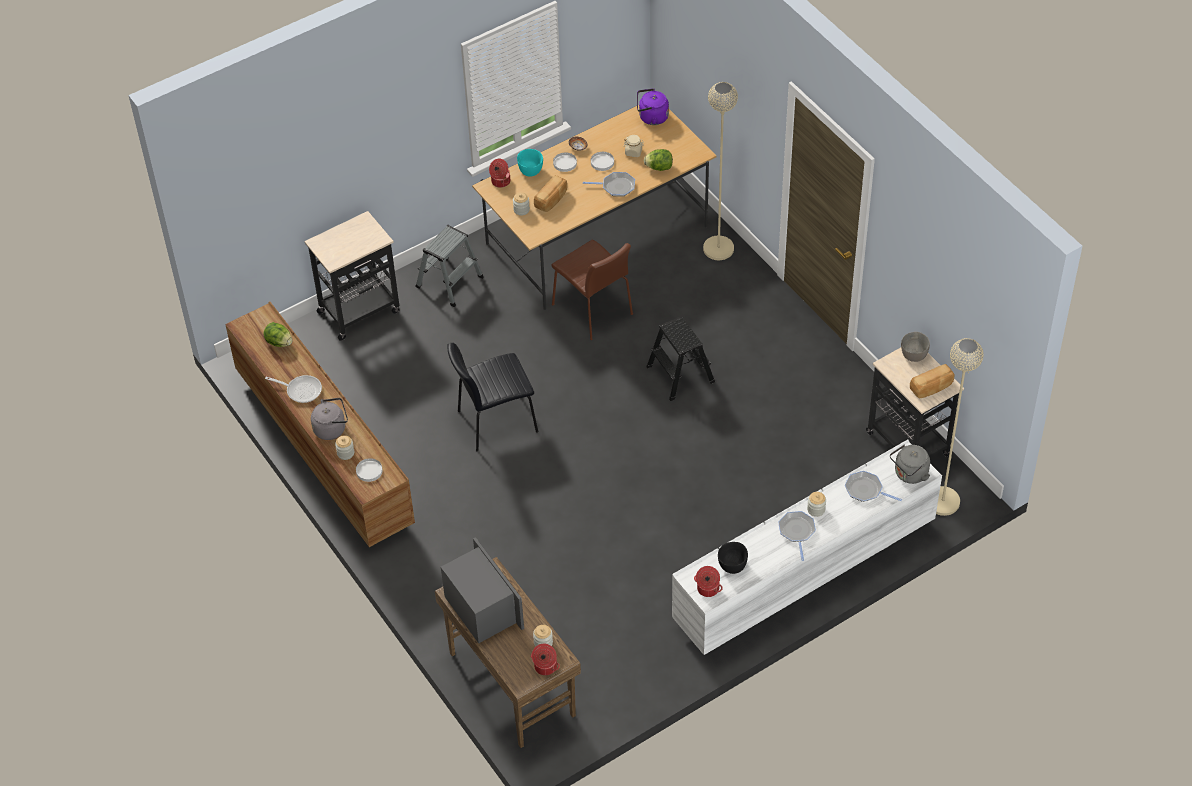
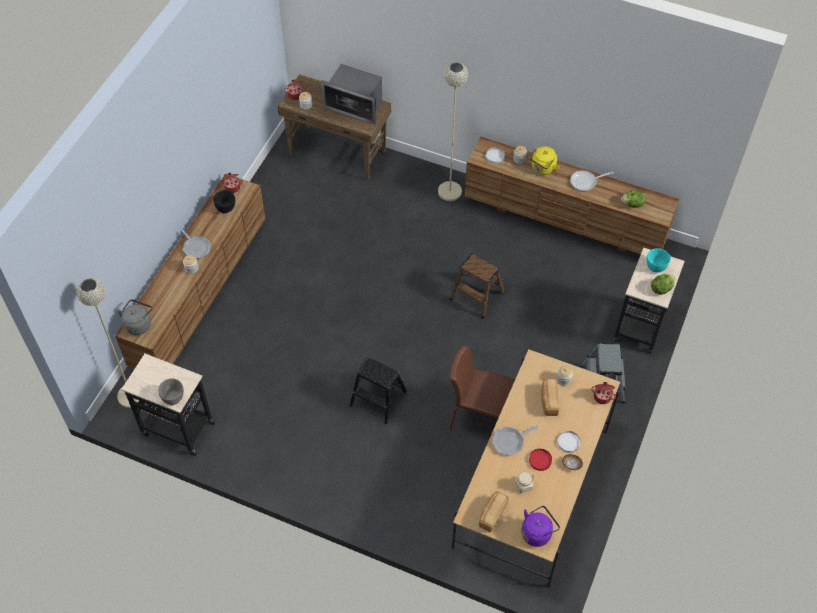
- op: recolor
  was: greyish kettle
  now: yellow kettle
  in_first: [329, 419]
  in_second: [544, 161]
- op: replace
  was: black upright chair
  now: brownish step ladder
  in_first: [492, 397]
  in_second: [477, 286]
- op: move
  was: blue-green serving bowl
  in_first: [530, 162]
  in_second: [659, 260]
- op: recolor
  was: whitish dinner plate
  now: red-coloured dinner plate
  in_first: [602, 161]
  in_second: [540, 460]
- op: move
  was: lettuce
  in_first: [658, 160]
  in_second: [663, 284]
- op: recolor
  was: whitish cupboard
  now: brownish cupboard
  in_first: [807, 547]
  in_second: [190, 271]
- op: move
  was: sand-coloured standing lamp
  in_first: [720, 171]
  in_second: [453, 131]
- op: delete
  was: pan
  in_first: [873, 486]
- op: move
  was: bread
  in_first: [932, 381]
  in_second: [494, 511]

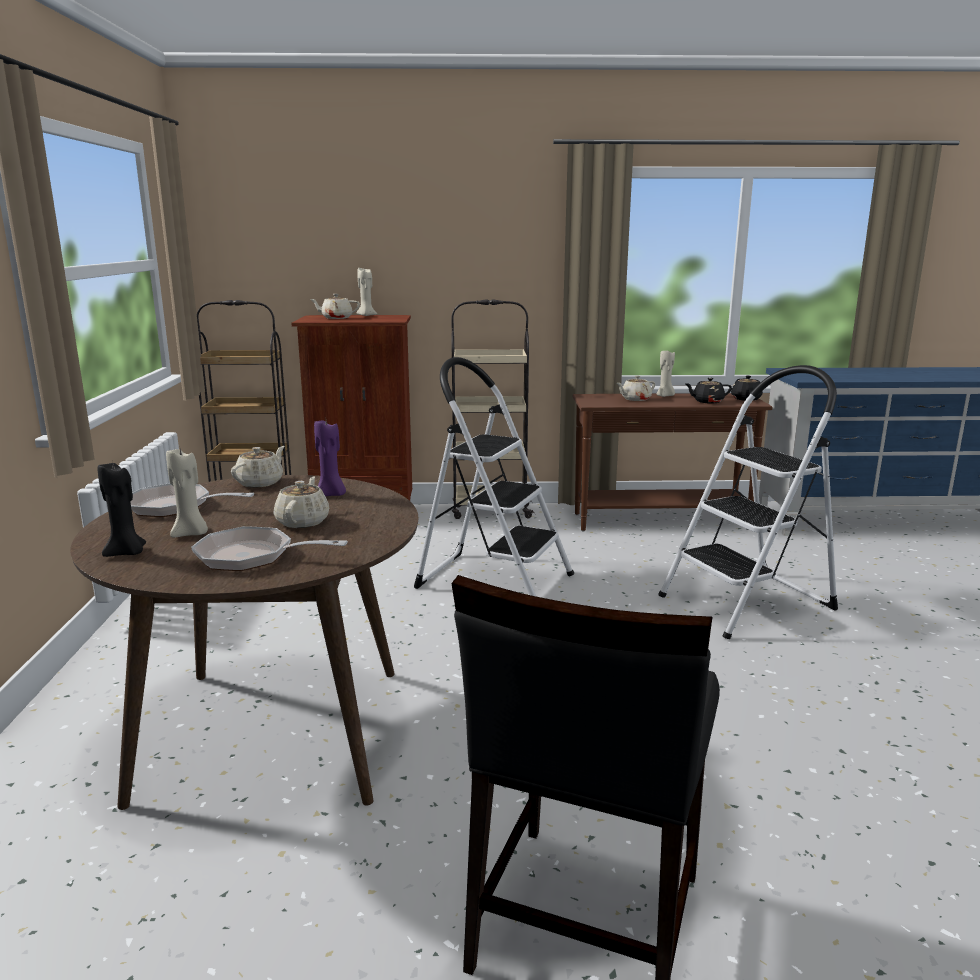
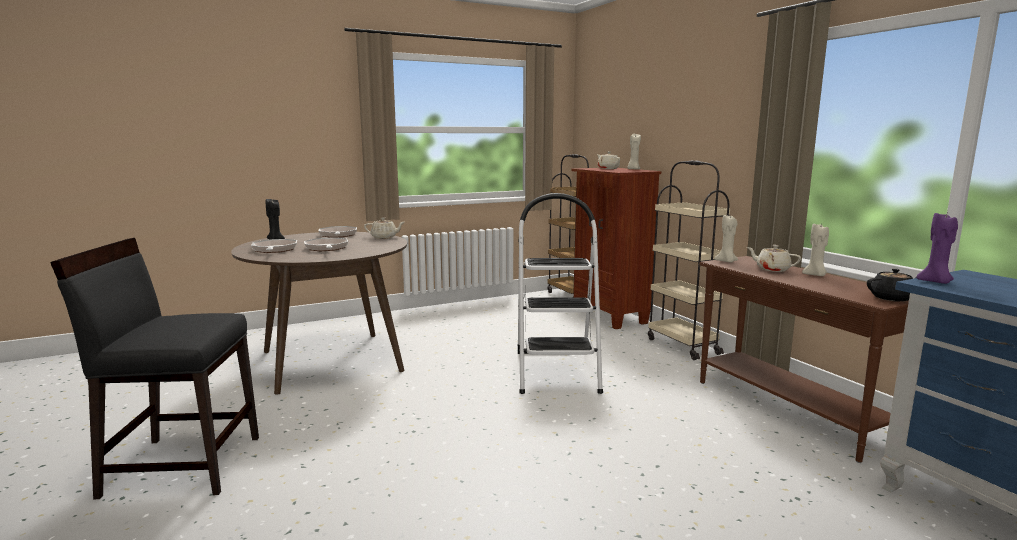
- op: move
  was: sand-coloured wax candle
  in_first: [187, 493]
  in_second: [726, 239]
- op: replace
  was: sand-coloured tea pot
  now: pan
  in_first: [301, 502]
  in_second: [326, 244]
- op: move
  was: purple-coloured wax candle
  in_first: [330, 458]
  in_second: [937, 247]
- op: delete
  was: step ladder
  in_first: [748, 502]
- op: delete
  was: black tea pot
  in_first: [708, 391]

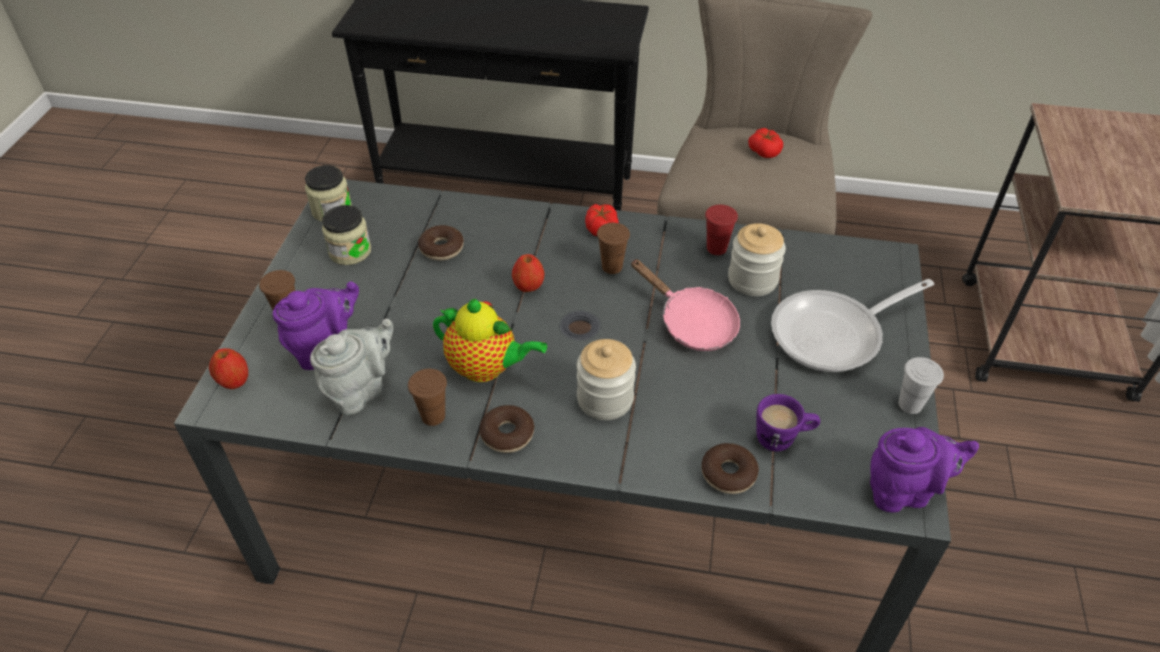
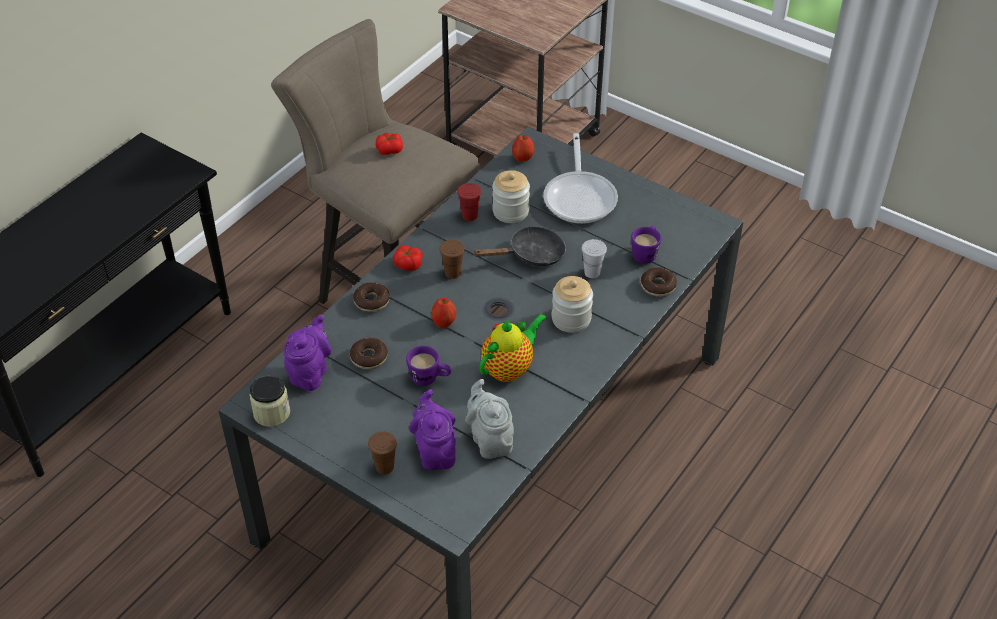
- op: move
  was: whole apple
  in_first: [228, 368]
  in_second: [523, 148]
- op: delete
  was: storage jar
  in_first: [346, 235]
- op: delete
  was: brownish cup
  in_first: [427, 397]
- op: move
  was: donut
  in_first: [506, 429]
  in_second: [371, 297]
- op: recolor
  was: pink-coloured pan
  now: black pan
  in_first: [685, 305]
  in_second: [520, 246]
- op: move
  was: purple-coloured tea pot
  in_first: [924, 470]
  in_second: [307, 353]
- op: move
  was: whitish cup
  in_first: [921, 385]
  in_second: [594, 259]
- op: insert
  now: purple-coloured coffee mug
  in_second: [428, 366]

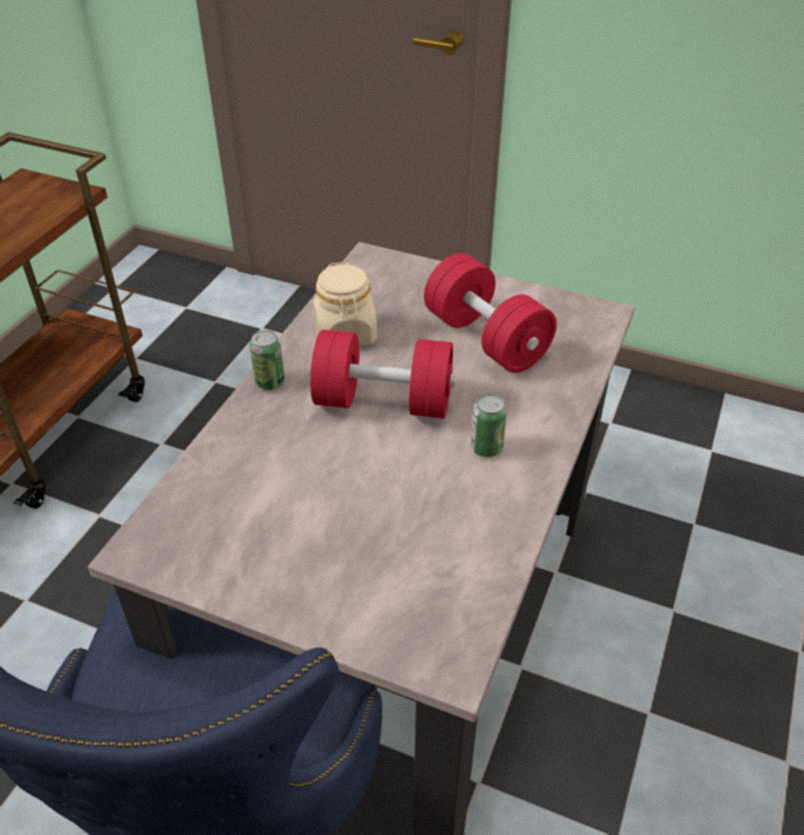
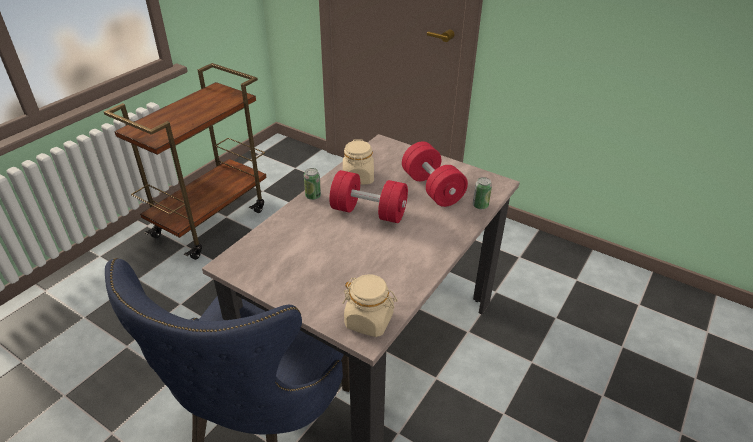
- op: move
  was: sealed can
  in_first: [489, 425]
  in_second: [482, 193]
- op: insert
  now: sand-coloured storage jar
  in_second: [370, 305]

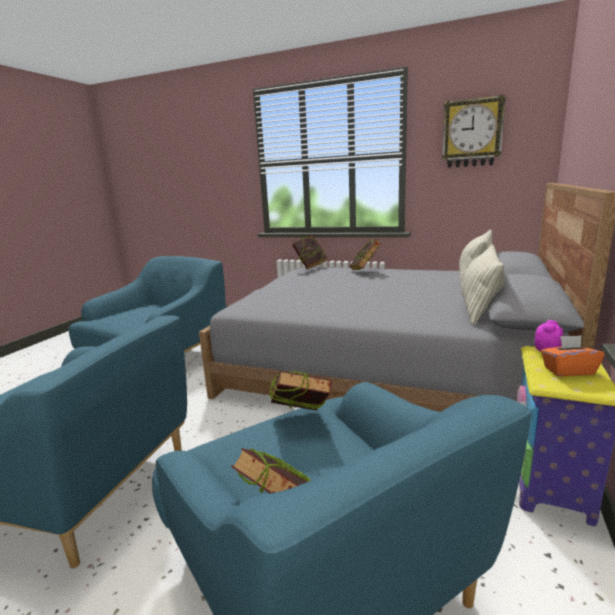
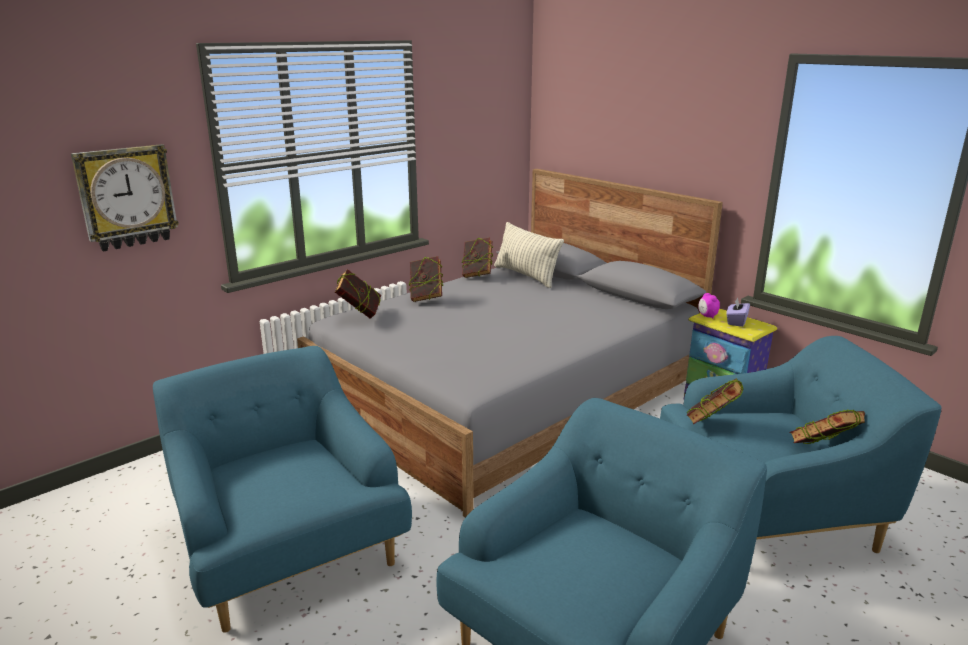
- op: move
  was: hanging clock
  in_first: [474, 131]
  in_second: [125, 198]
- op: delete
  was: cushion
  in_first: [483, 284]
- op: recolor
  was: orangey box of tissues
  now: purple-coloured box of tissues
  in_first: [573, 356]
  in_second: [738, 312]
- op: insert
  now: book
  in_second: [477, 257]

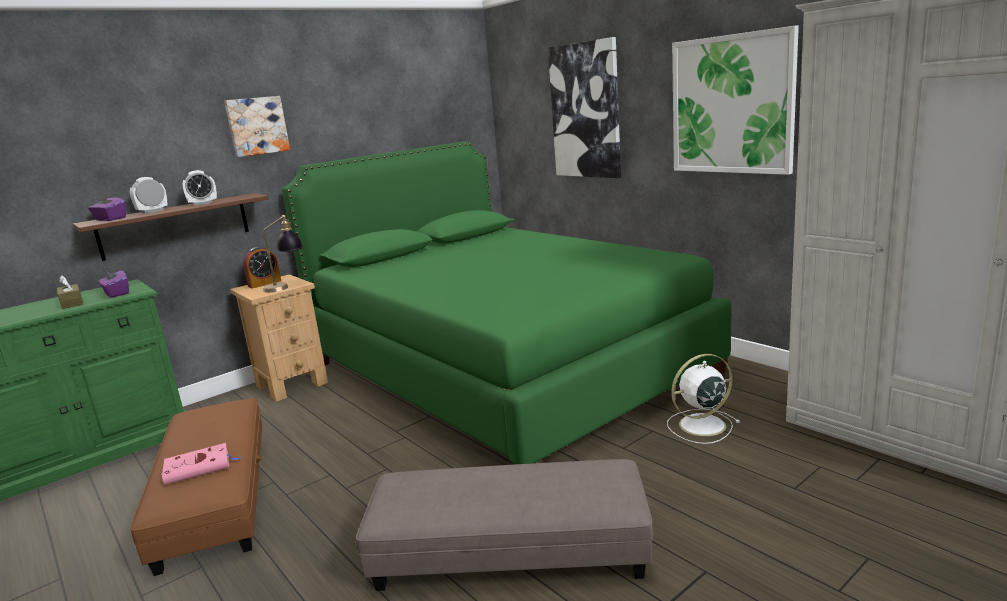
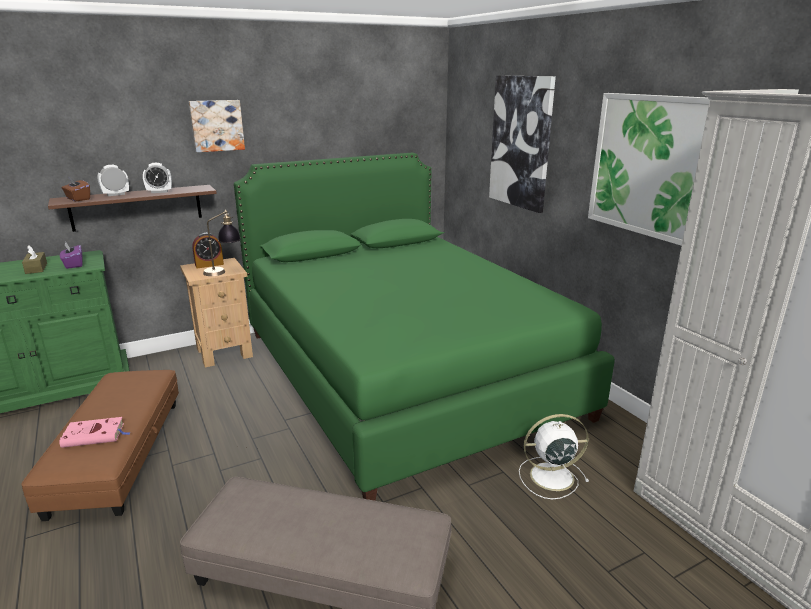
- op: recolor
  was: purple-coloured box of tissues
  now: brownish box of tissues
  in_first: [107, 207]
  in_second: [75, 188]

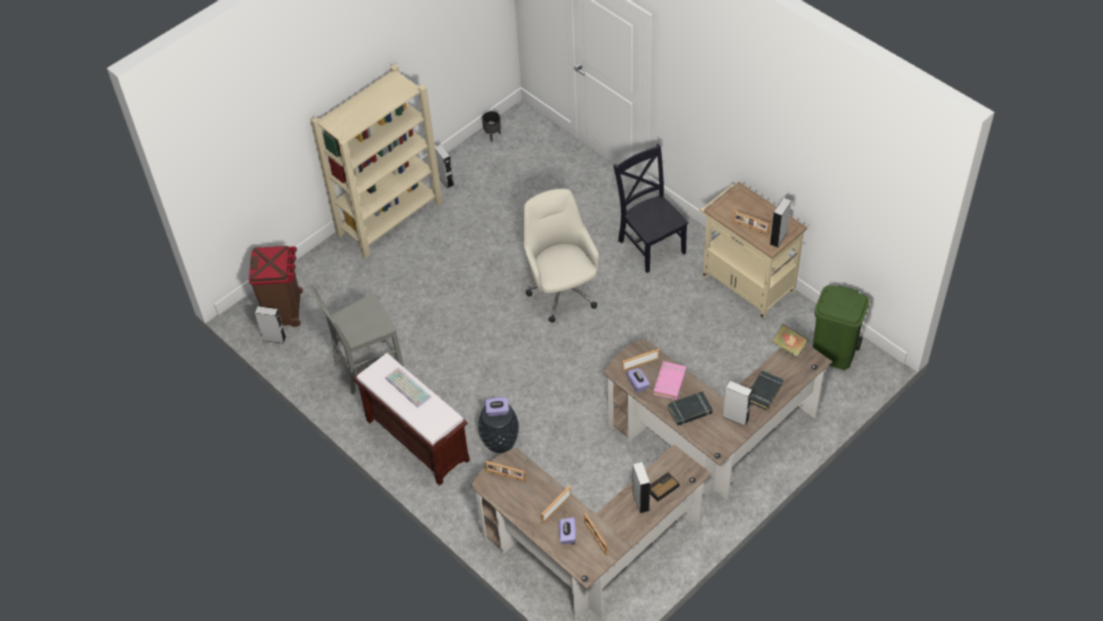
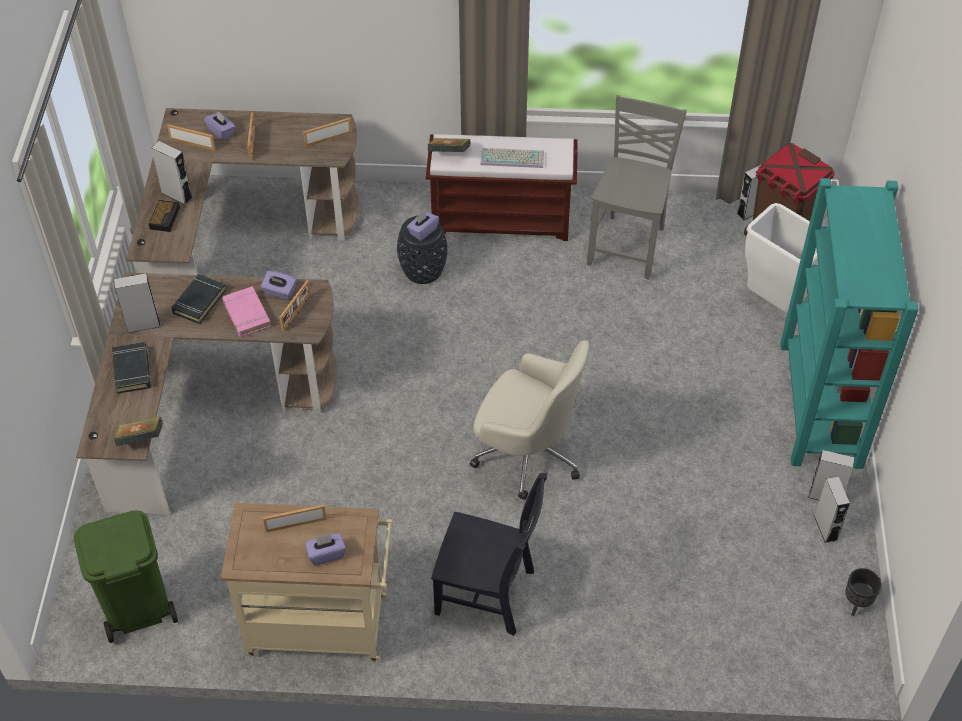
- op: recolor
  was: sand-coloured bookcase
  now: blue-green bookcase
  in_first: [376, 161]
  in_second: [849, 323]
- op: move
  was: greyish loudspeaker
  in_first: [780, 223]
  in_second: [832, 509]
- op: insert
  now: purple-coloured box of tissues
  in_second: [325, 549]
- op: insert
  now: book
  in_second: [449, 145]
- op: insert
  now: whitish waste bin
  in_second: [781, 258]

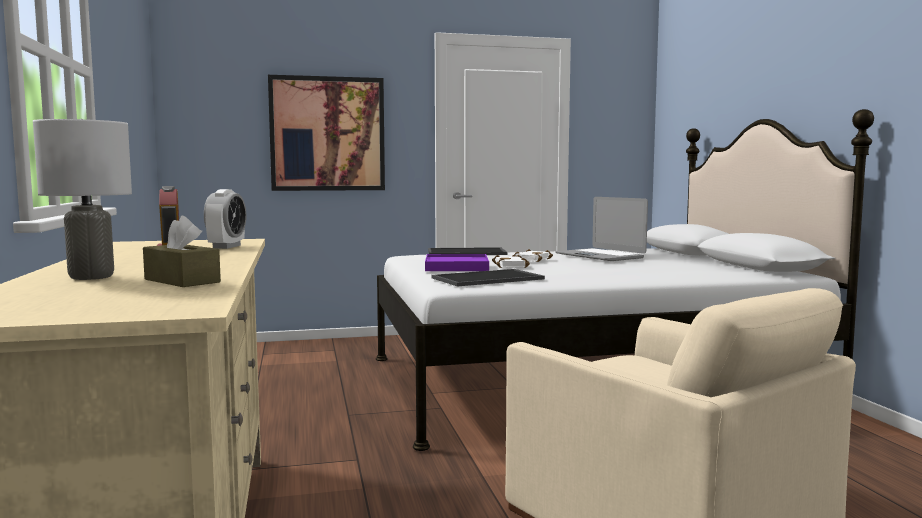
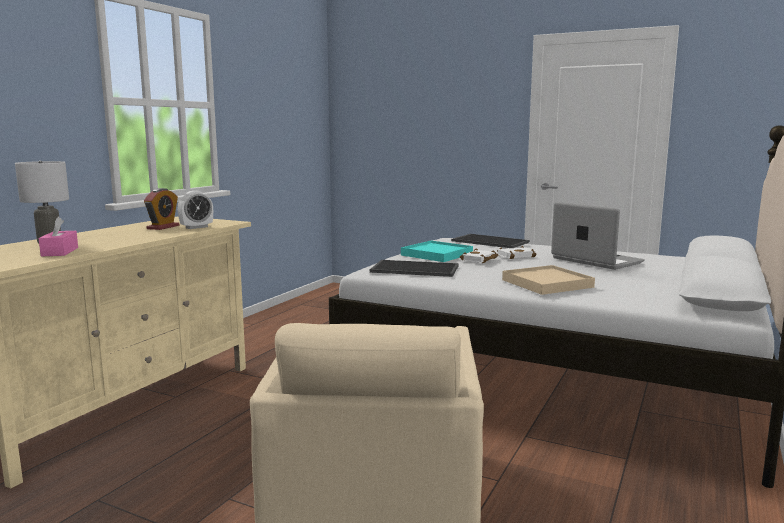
- op: recolor
  was: brownish box of tissues
  now: pink-coloured box of tissues
  in_first: [182, 251]
  in_second: [58, 236]
- op: delete
  was: wall picture
  in_first: [326, 133]
- op: recolor
  was: purple-coloured serving tray
  now: blue-green serving tray
  in_first: [457, 262]
  in_second: [437, 251]
- op: rotate
  was: laptop
  in_first: [601, 229]
  in_second: [598, 236]
  clockwise: 135
- op: insert
  now: sand-coloured serving tray
  in_second: [548, 280]

